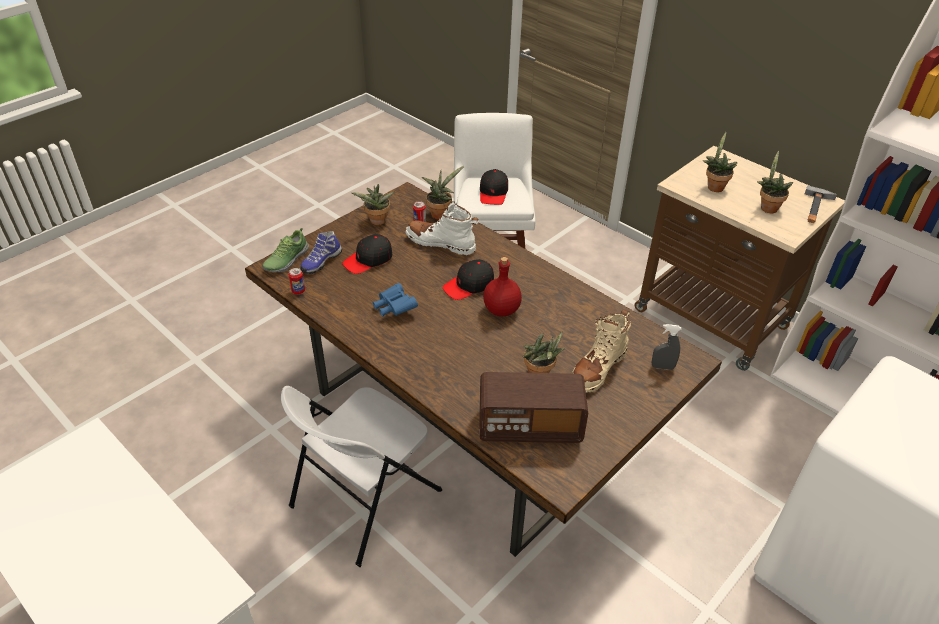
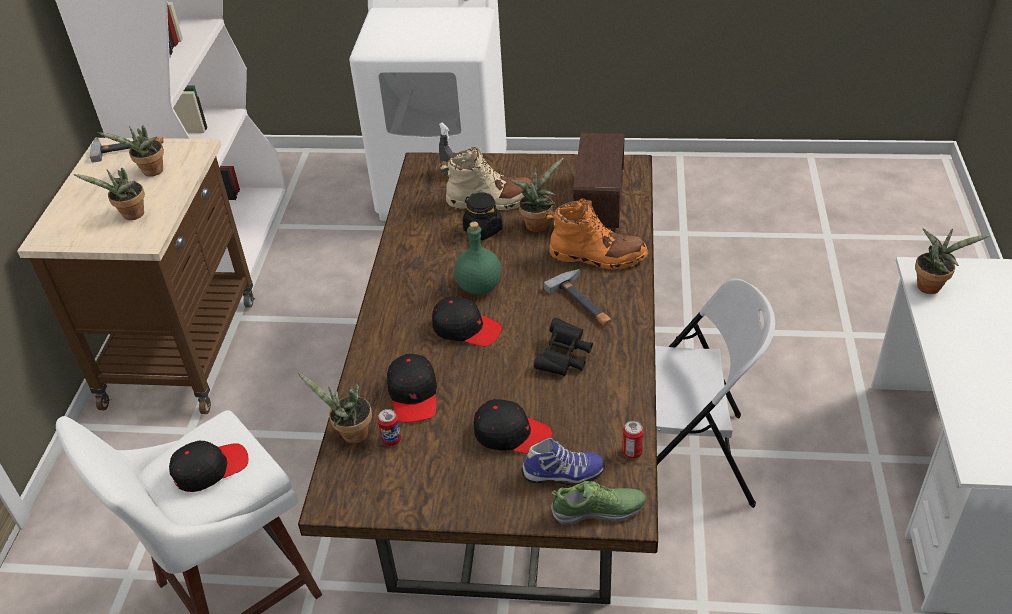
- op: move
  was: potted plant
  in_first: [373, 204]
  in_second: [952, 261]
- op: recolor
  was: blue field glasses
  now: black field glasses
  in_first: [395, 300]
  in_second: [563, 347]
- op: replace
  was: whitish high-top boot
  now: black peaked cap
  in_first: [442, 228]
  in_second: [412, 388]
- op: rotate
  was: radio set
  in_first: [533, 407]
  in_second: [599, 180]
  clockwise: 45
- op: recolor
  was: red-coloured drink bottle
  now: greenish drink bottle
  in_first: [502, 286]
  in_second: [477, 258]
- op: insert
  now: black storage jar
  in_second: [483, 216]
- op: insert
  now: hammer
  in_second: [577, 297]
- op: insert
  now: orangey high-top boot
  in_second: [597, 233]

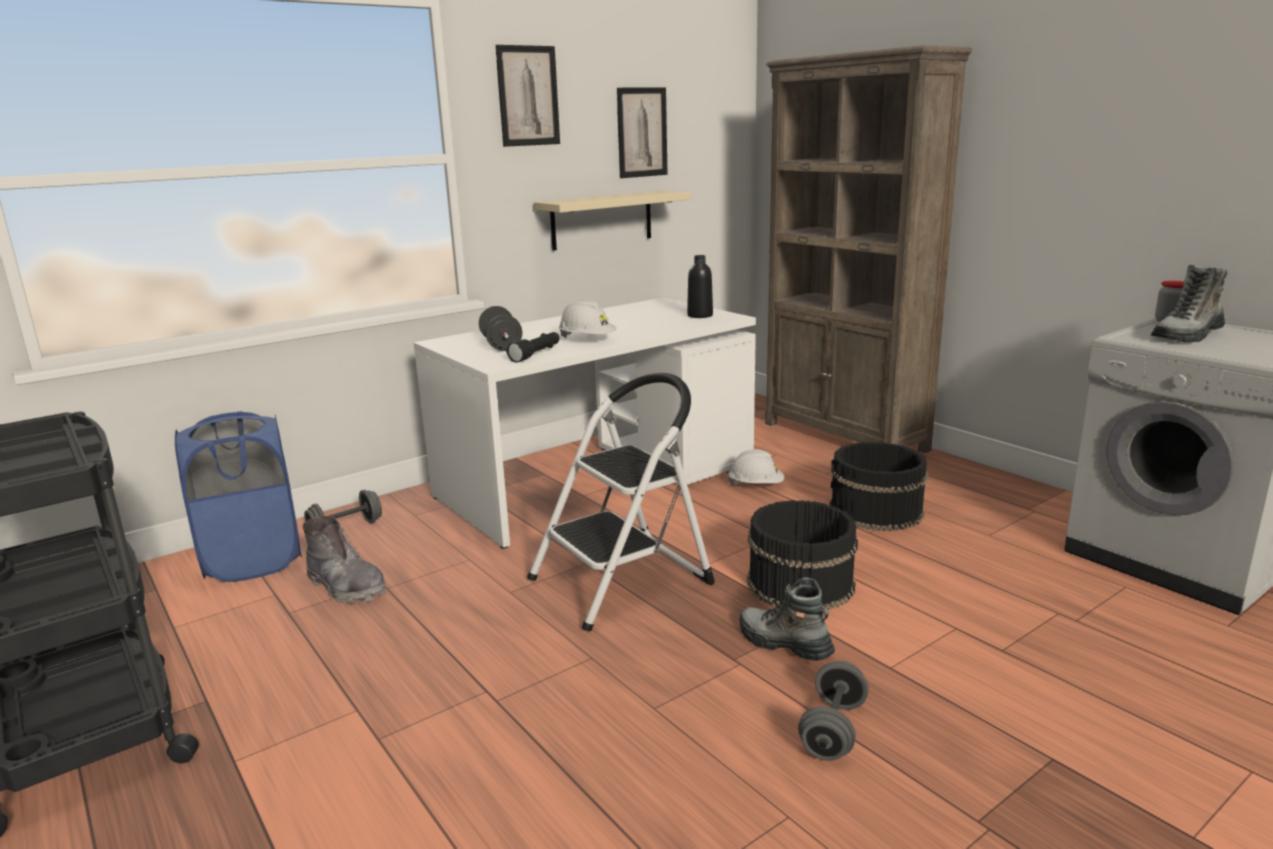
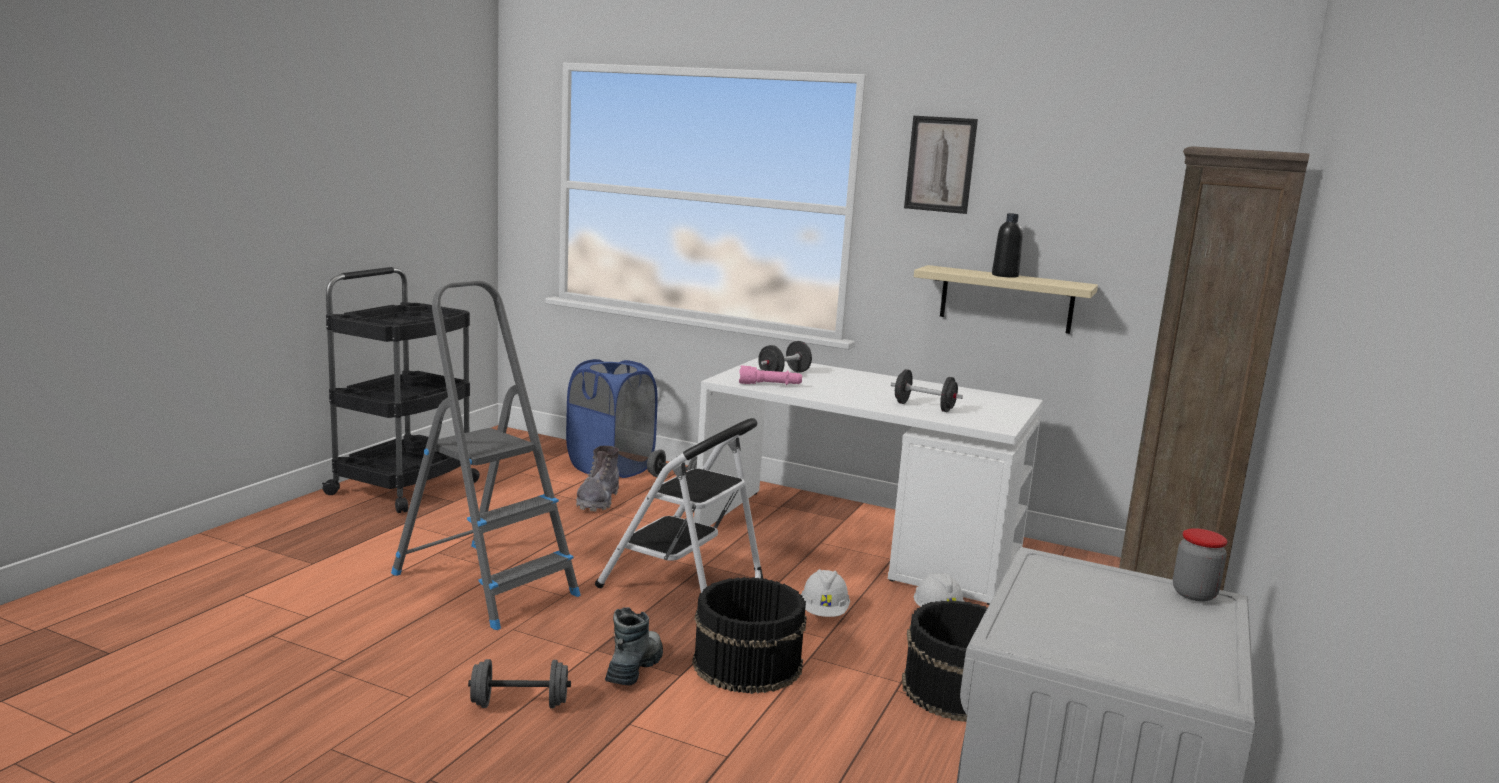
- op: recolor
  was: black torch
  now: pink-coloured torch
  in_first: [533, 347]
  in_second: [770, 375]
- op: move
  was: whitish work helmet
  in_first: [587, 318]
  in_second: [825, 593]
- op: delete
  was: wall picture
  in_first: [642, 132]
- op: move
  was: black drink bottle
  in_first: [700, 286]
  in_second: [1007, 245]
- op: delete
  was: high-top boot
  in_first: [1189, 304]
- op: insert
  now: greyish step ladder
  in_second: [486, 455]
- op: insert
  now: black hand weight
  in_second: [927, 390]

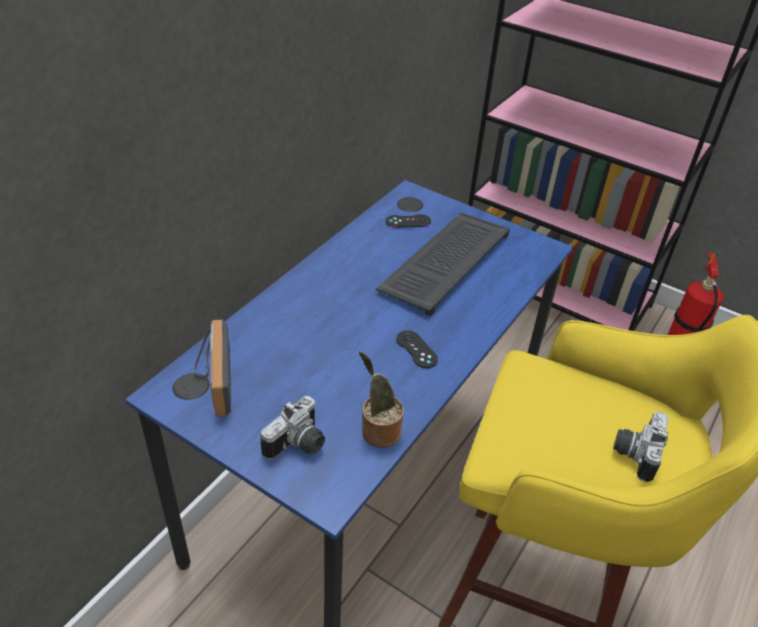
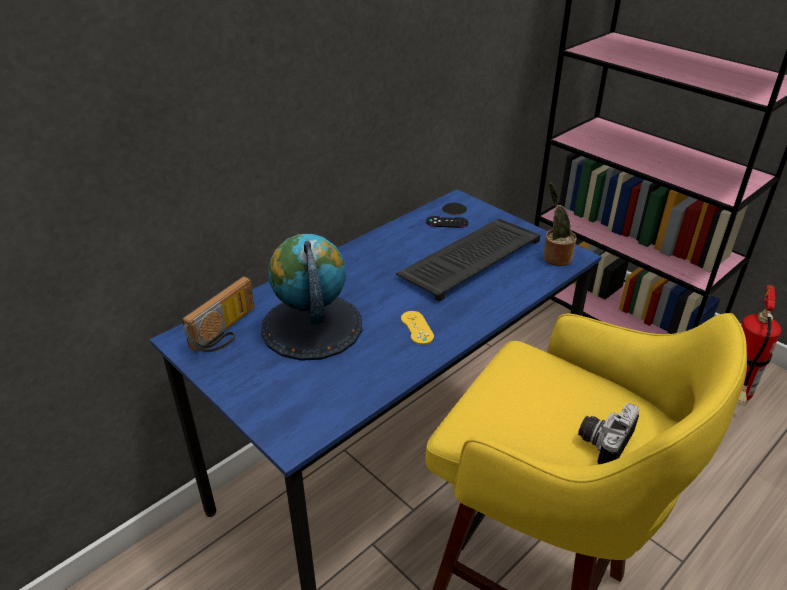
- op: rotate
  was: radio set
  in_first: [212, 368]
  in_second: [218, 314]
  clockwise: -150
- op: delete
  was: photo camera
  in_first: [292, 428]
- op: move
  was: potted plant
  in_first: [381, 400]
  in_second: [560, 224]
- op: recolor
  was: black gamepad
  now: yellow gamepad
  in_first: [417, 349]
  in_second: [417, 328]
- op: insert
  now: desk globe
  in_second: [311, 297]

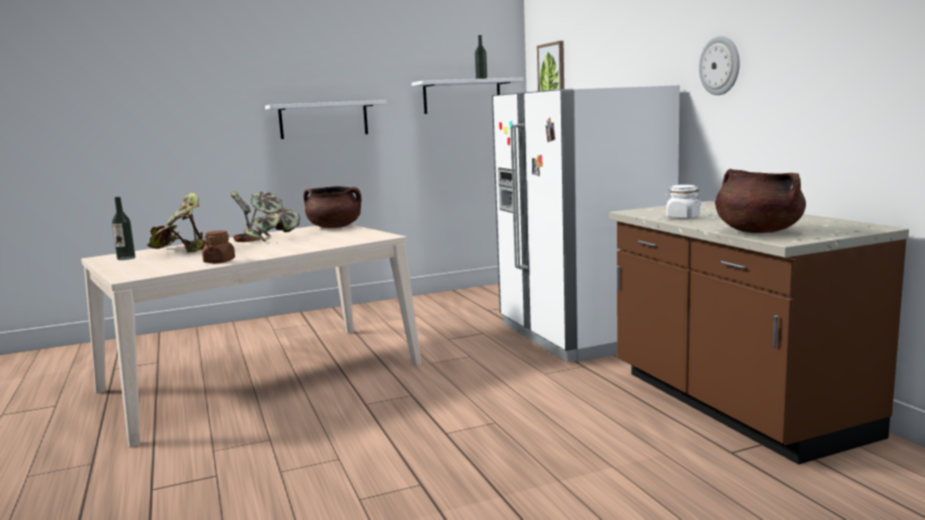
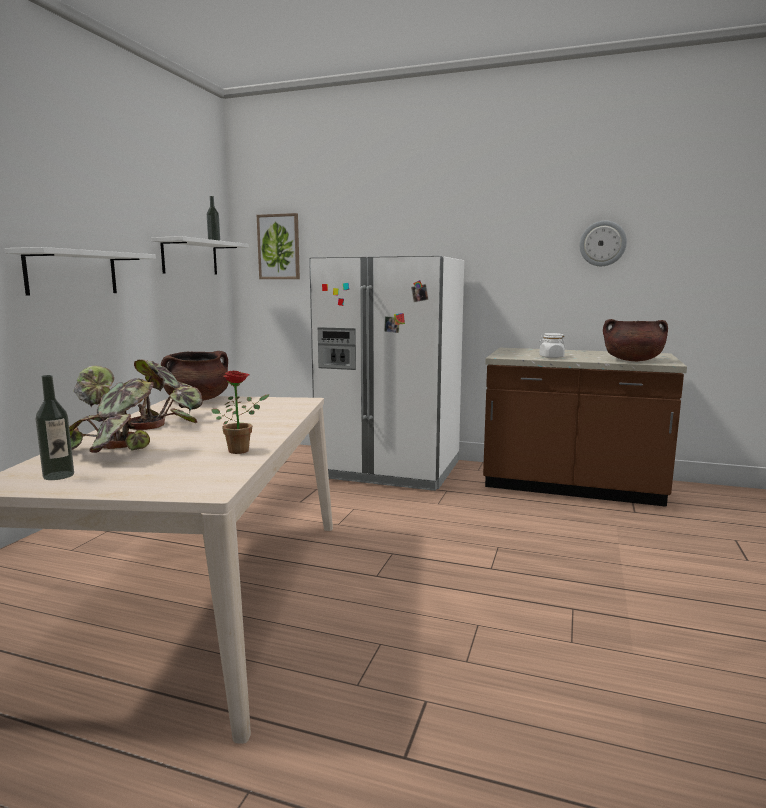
- op: replace
  was: brownish storage jar
  now: potted plant
  in_first: [218, 246]
  in_second: [240, 412]
- op: move
  was: hanging clock
  in_first: [719, 65]
  in_second: [603, 243]

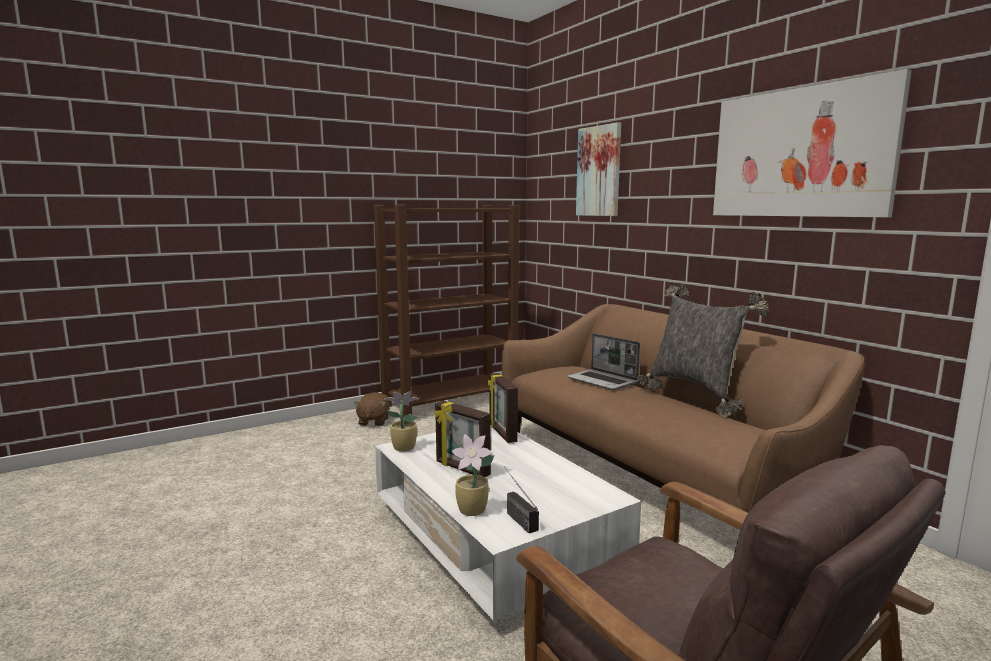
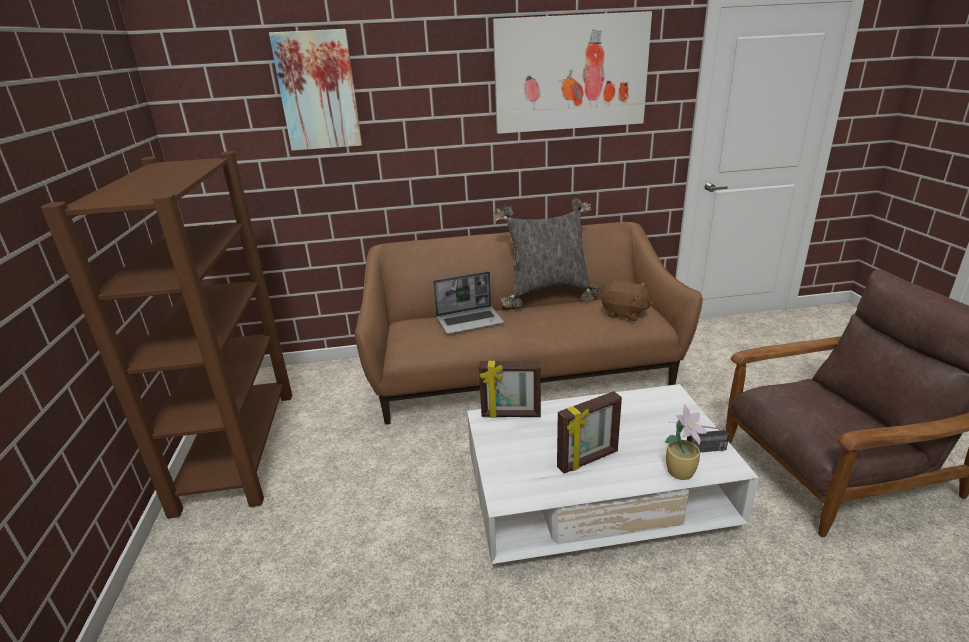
- op: move
  was: brownish soft toy
  in_first: [372, 409]
  in_second: [627, 300]
- op: delete
  was: potted plant
  in_first: [401, 422]

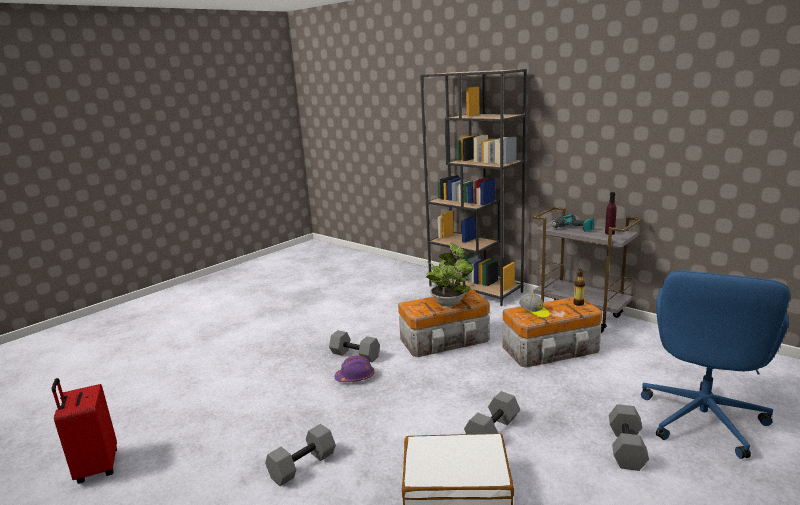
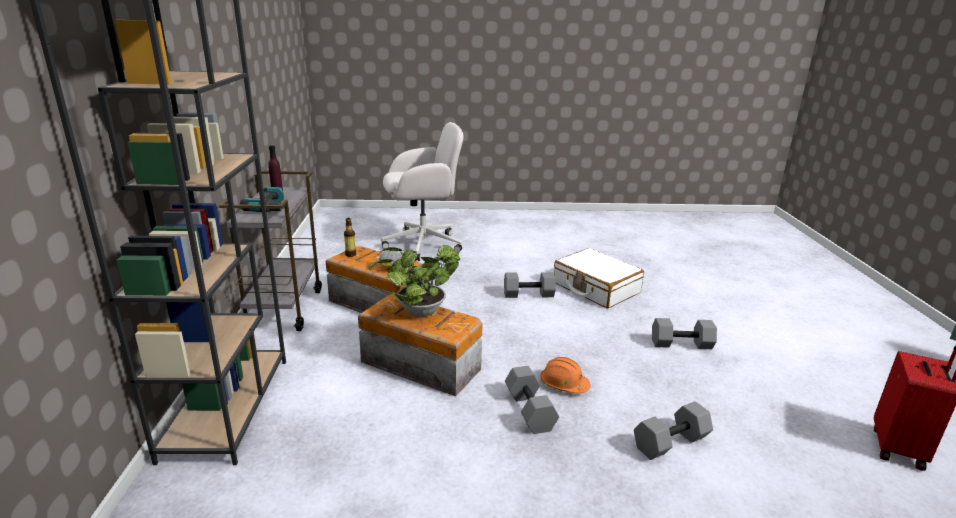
- op: recolor
  was: purple-coloured work helmet
  now: orangey work helmet
  in_first: [354, 368]
  in_second: [565, 375]
- op: move
  was: greyish hand weight
  in_first: [629, 437]
  in_second: [673, 430]
- op: recolor
  was: blue computer chair
  now: whitish computer chair
  in_first: [715, 364]
  in_second: [422, 191]

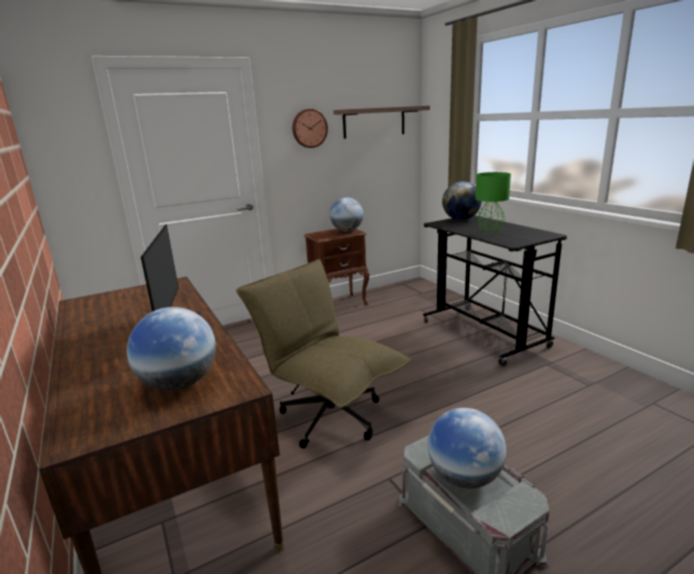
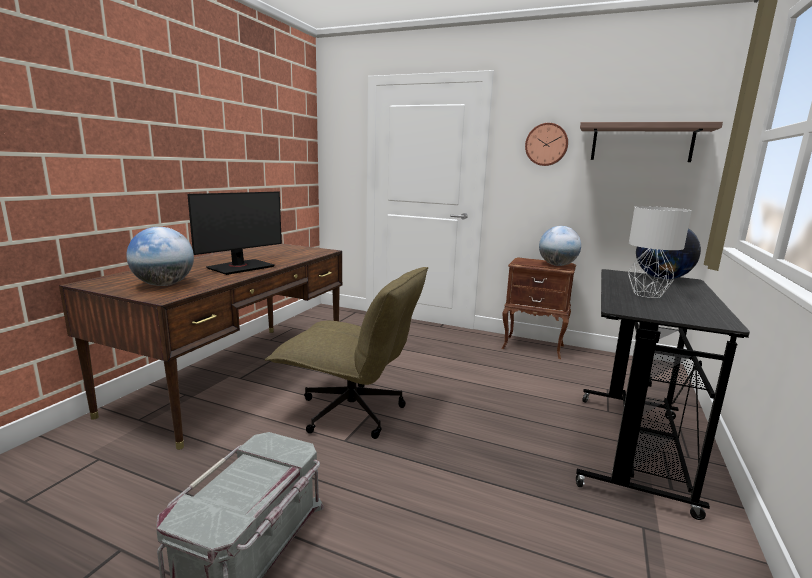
- op: rotate
  was: sand-coloured computer chair
  in_first: [323, 354]
  in_second: [346, 353]
  clockwise: 105
- op: delete
  was: desk globe
  in_first: [467, 448]
- op: recolor
  was: greenish table lamp
  now: greyish table lamp
  in_first: [493, 202]
  in_second: [660, 252]

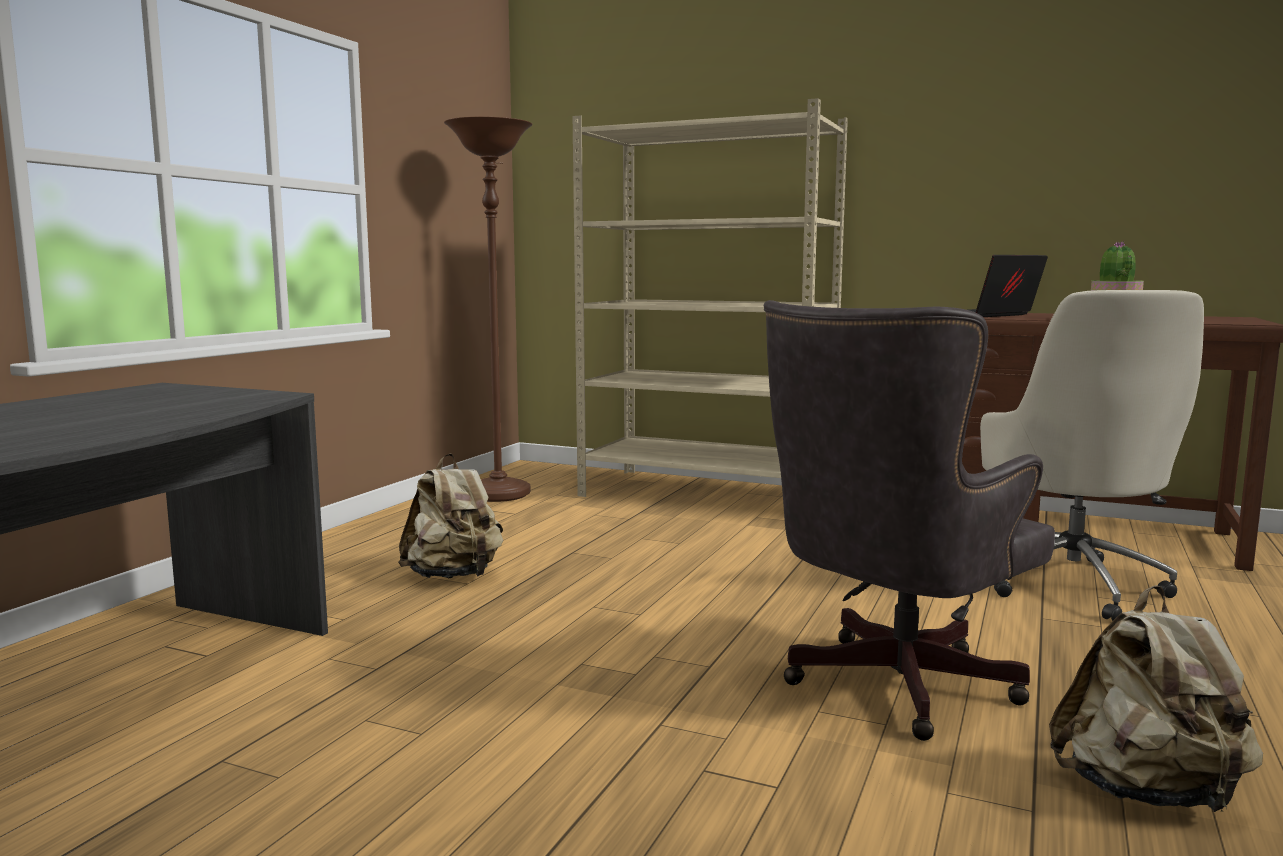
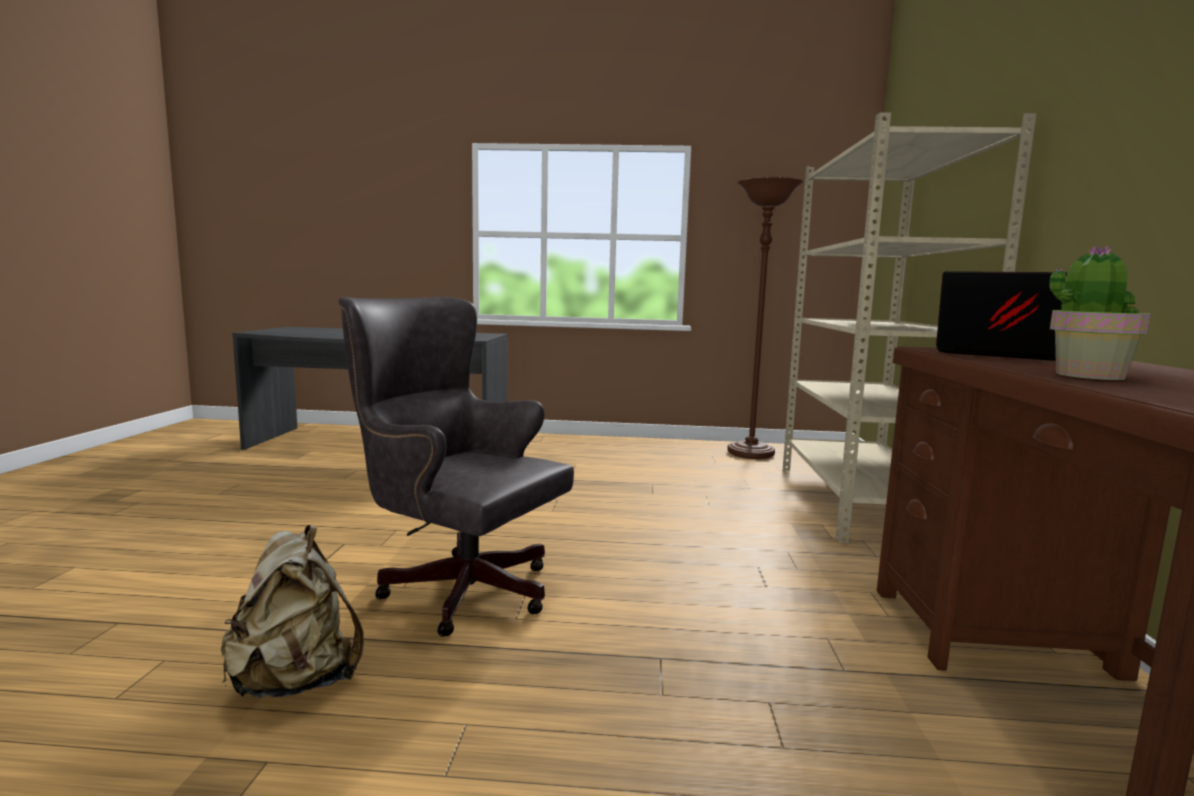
- op: delete
  was: sand-coloured rucksack
  in_first: [450, 515]
- op: delete
  was: sand-coloured computer chair
  in_first: [1092, 455]

